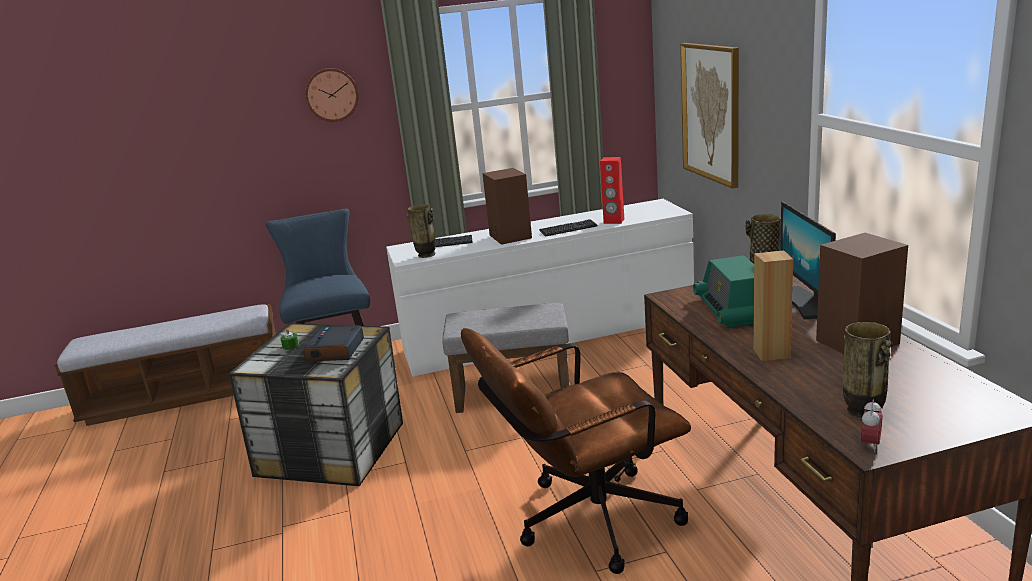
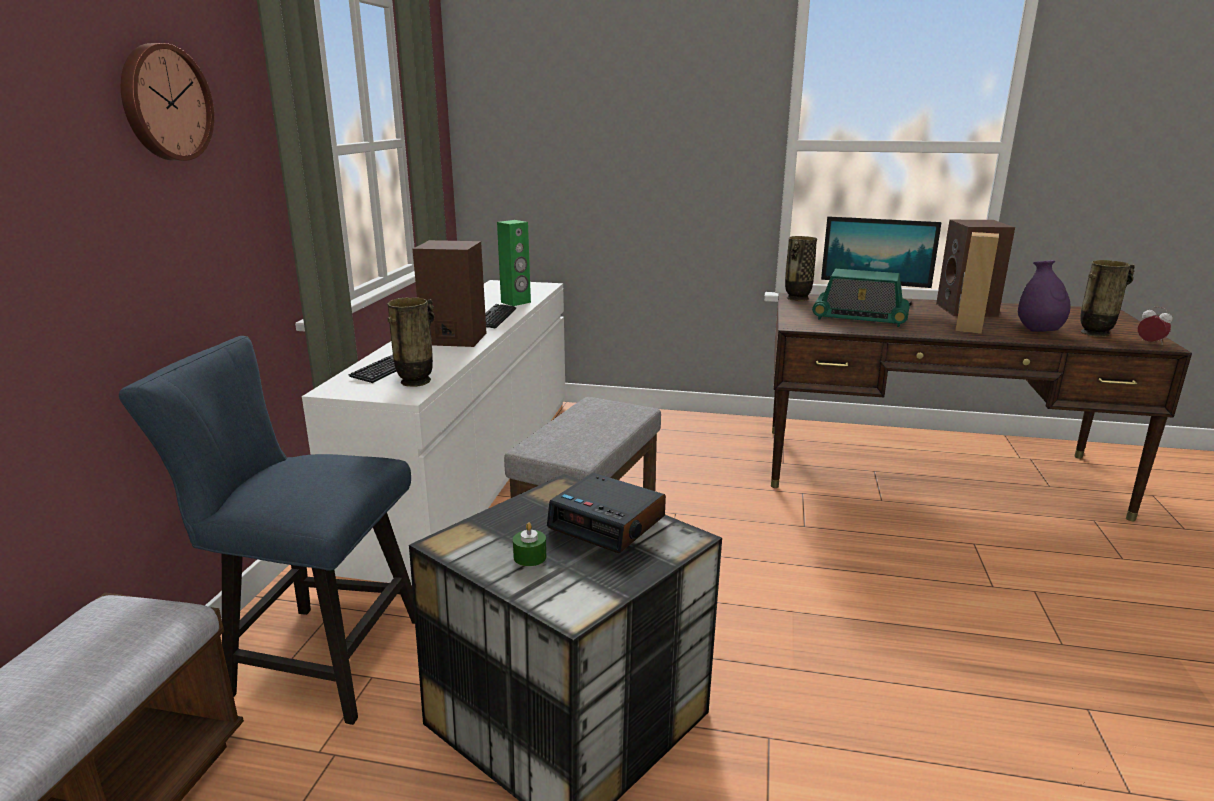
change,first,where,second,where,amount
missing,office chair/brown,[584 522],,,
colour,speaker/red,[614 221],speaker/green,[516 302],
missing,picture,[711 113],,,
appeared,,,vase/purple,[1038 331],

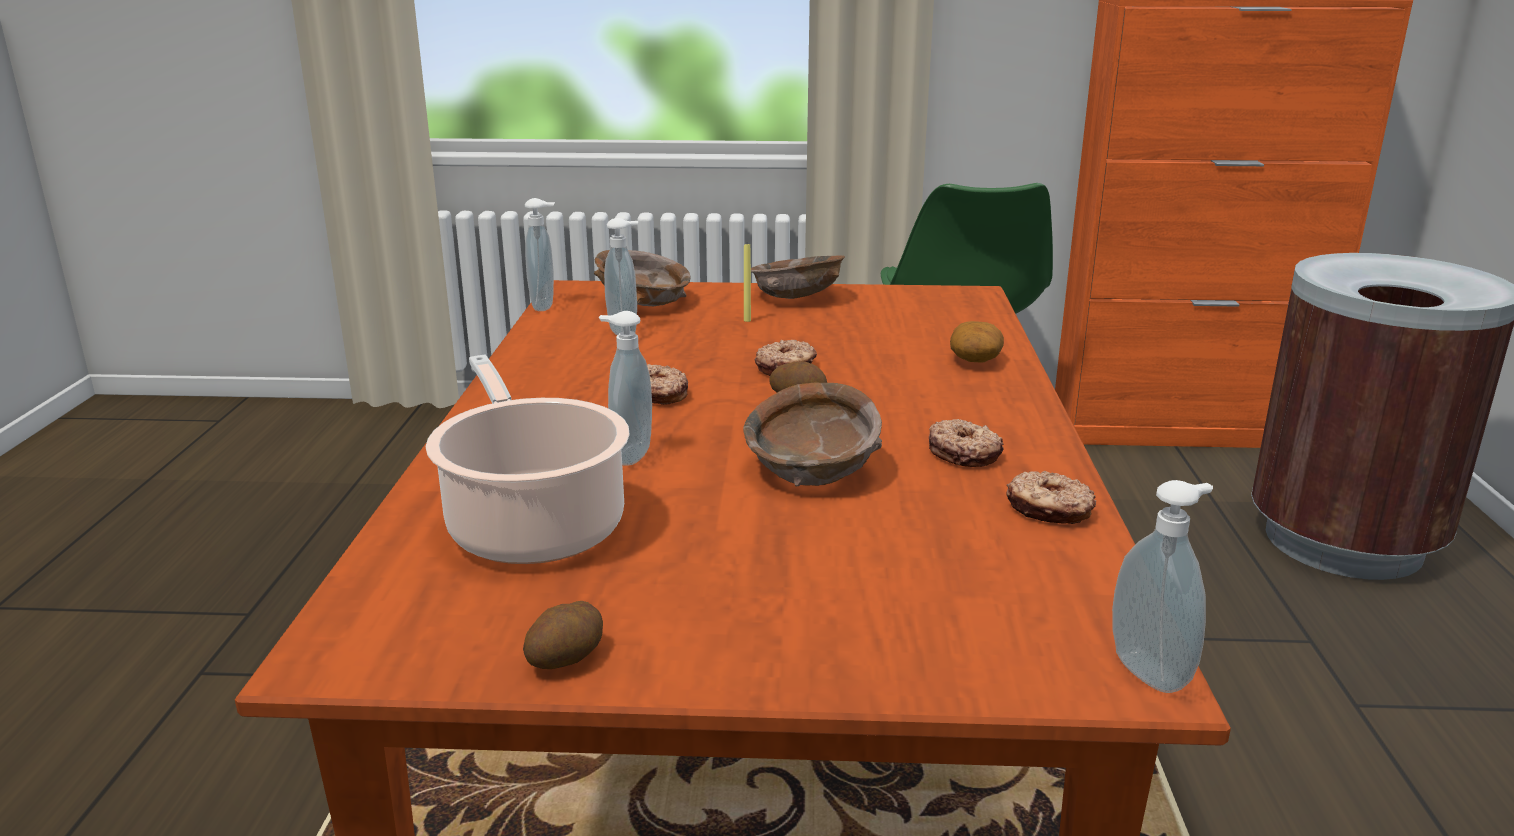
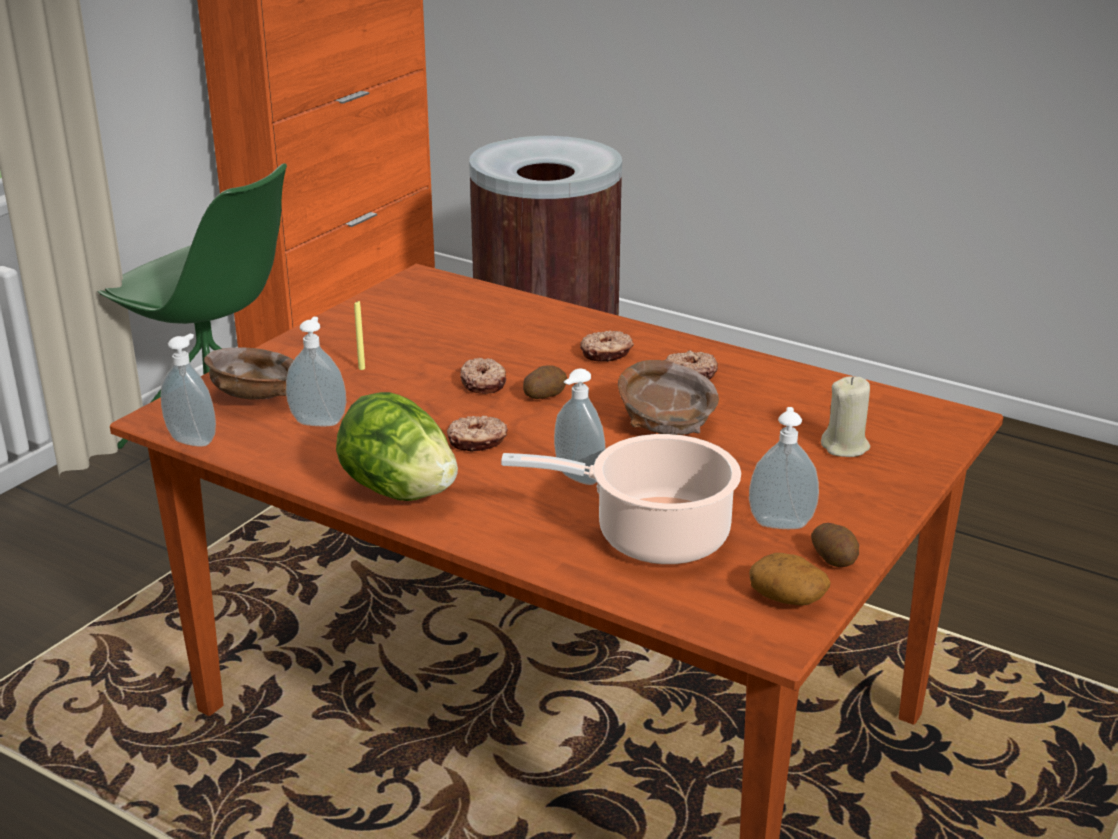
change,first,where,second,where,amount
missing,bowl/brown,[797 298],,,
relocated,potato,[975 360],,[788 597],
relocated,donut,[1049 510],,[606 354],
relocated,soap dispenser,[1152 671],,[781 522],
appeared,,,lettuce,[398 491],
appeared,,,candle/beige,[845 447],

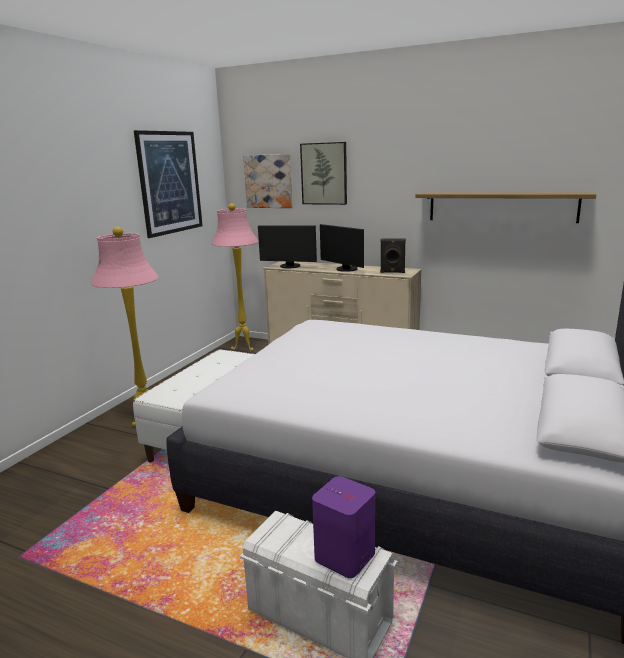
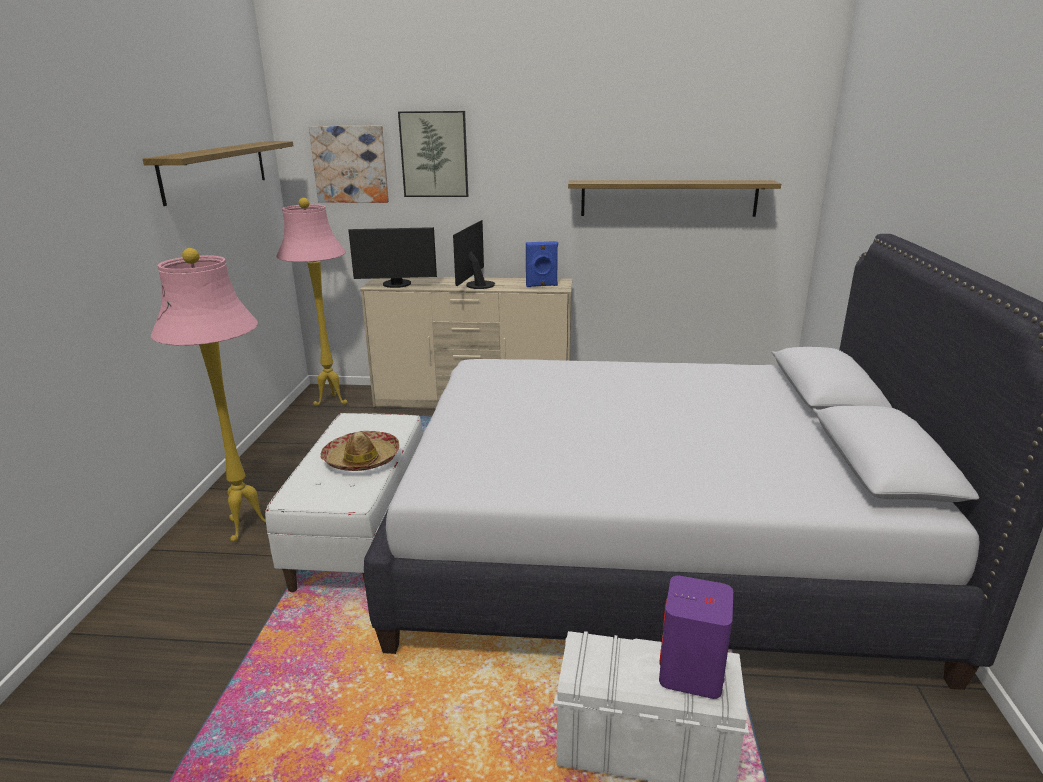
change,first,where,second,where,amount
exchanged,picture,[170 182],shelf,[216 170],
spun,monitor,[345 269],,[477 285],75 degrees clockwise
colour,speaker/black,[392 272],speaker/blue,[541 285],
appeared,,,hat,[362 459],

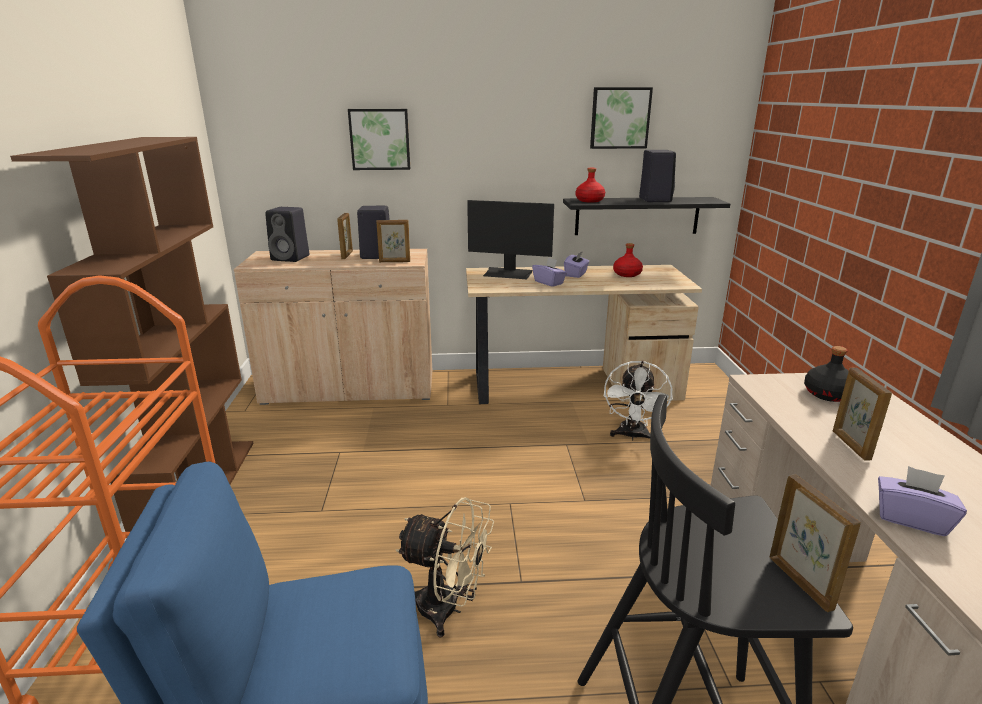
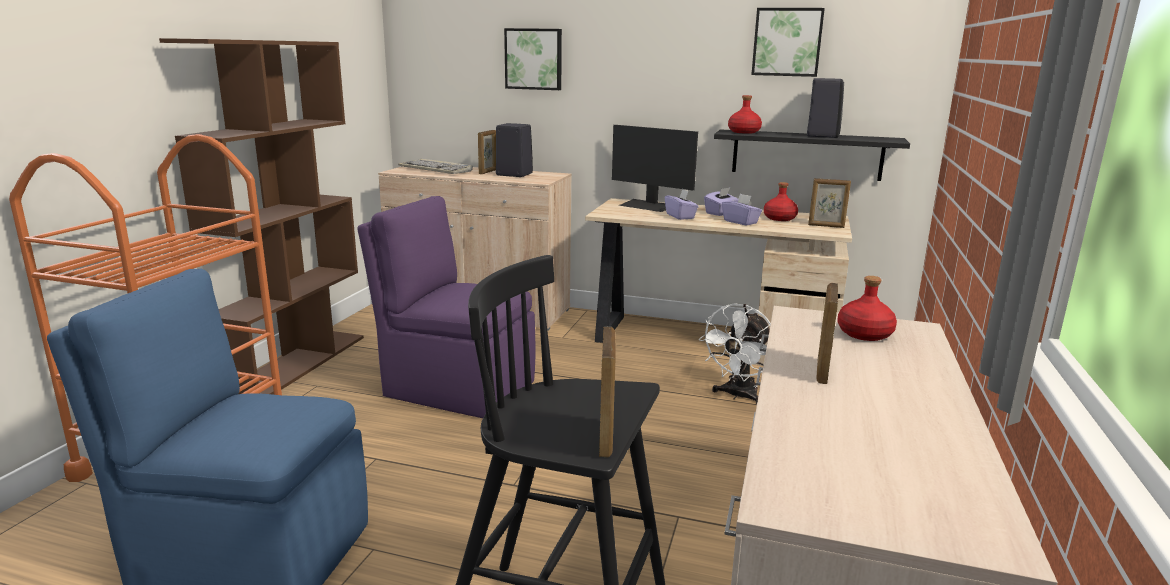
change,first,where,second,where,amount
exchanged,speaker/black,[291 258],keyboard,[436 170],
relocated,picture frame,[394 261],,[826 226],
missing,fan/beige,[448 609],,,
colour,bottle/black,[828 394],bottle/red,[865 334],
relocated,tissue box/purple,[911 518],,[740 222],
appeared,,,chair/purple,[457 388],

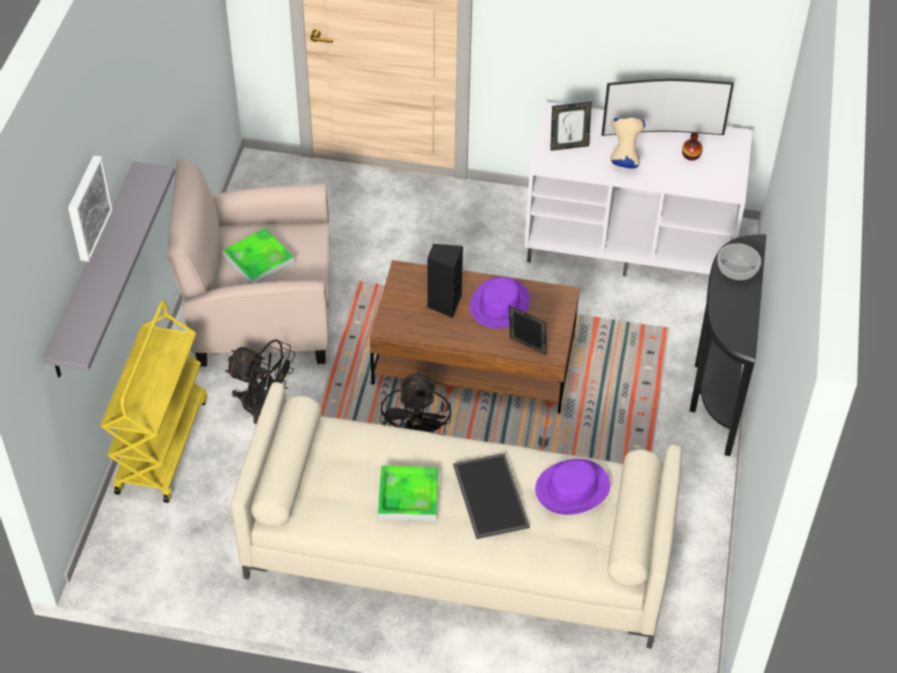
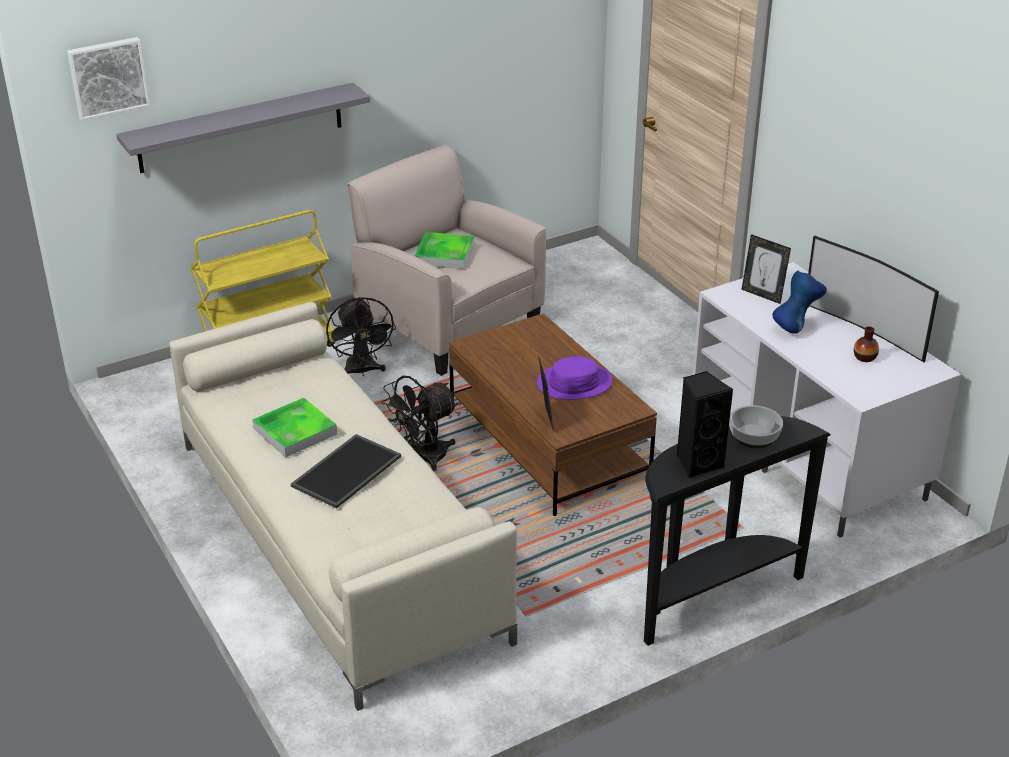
change,first,where,second,where,amount
relocated,picture,[86 208],,[108 77],
relocated,speaker/black,[444 304],,[698 463],
missing,hat/purple,[572 488],,,
colour,vase/beige,[623 159],vase/blue,[796 327],

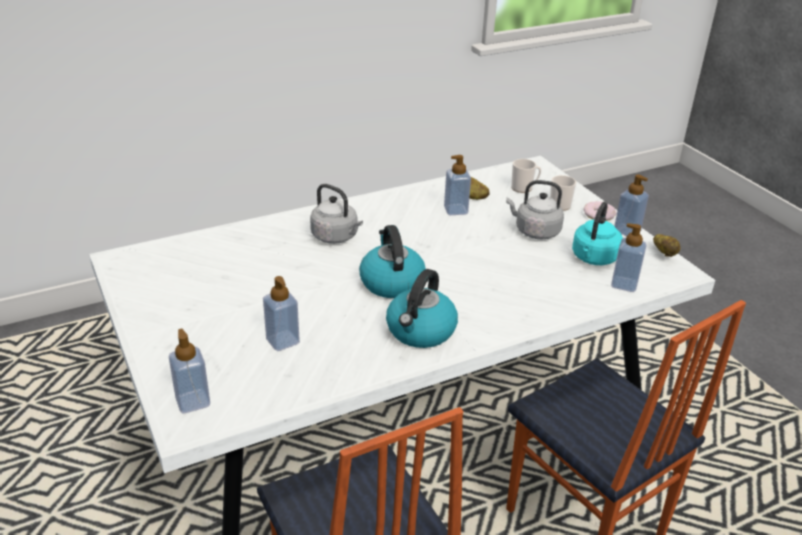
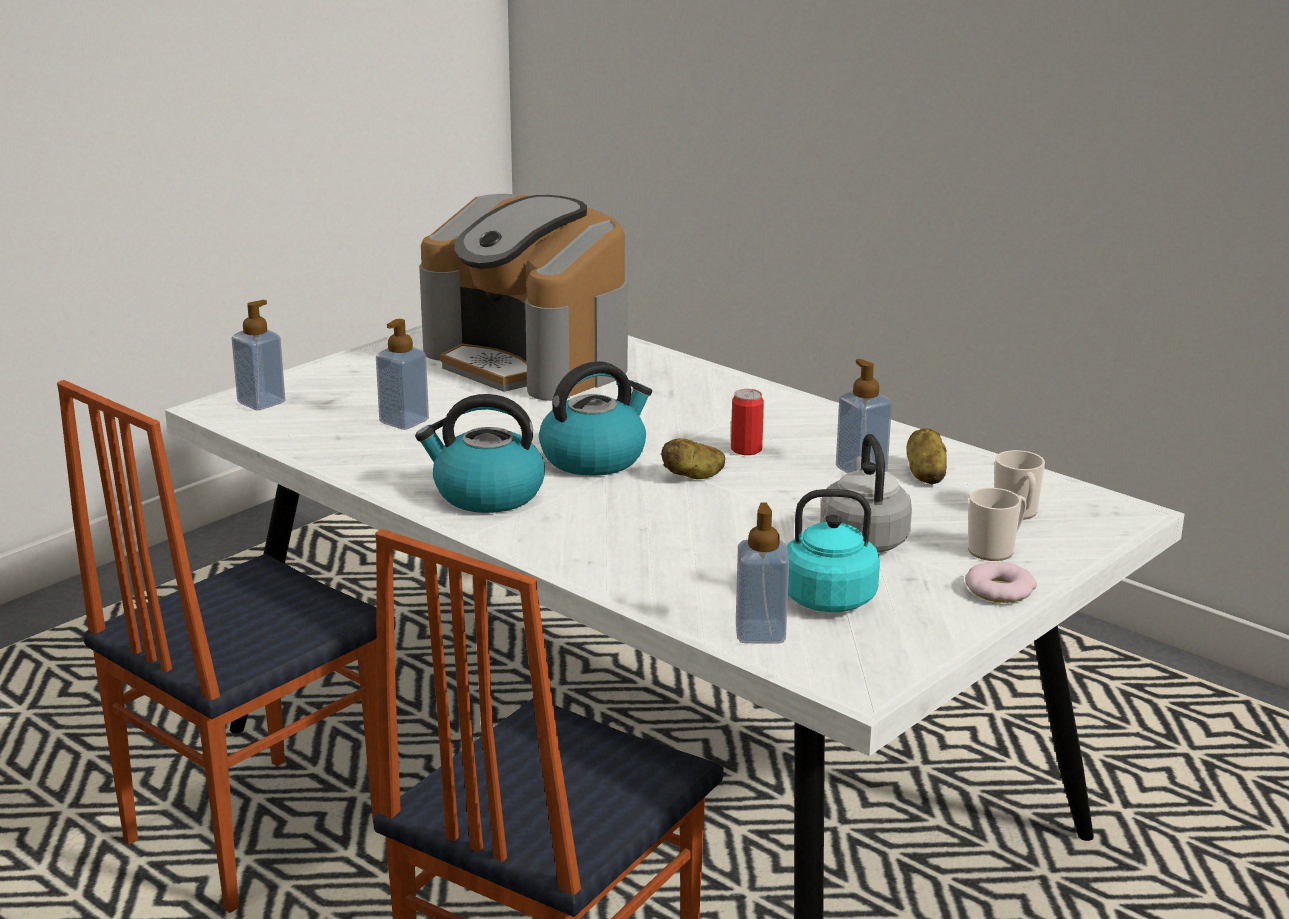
change,first,where,second,where,amount
missing,kettle/grey,[336 237],,,
missing,soap dispenser,[627 231],,,
relocated,potato,[664 253],,[693 476],
appeared,,,coffee machine,[530 360],
appeared,,,can,[746 449],

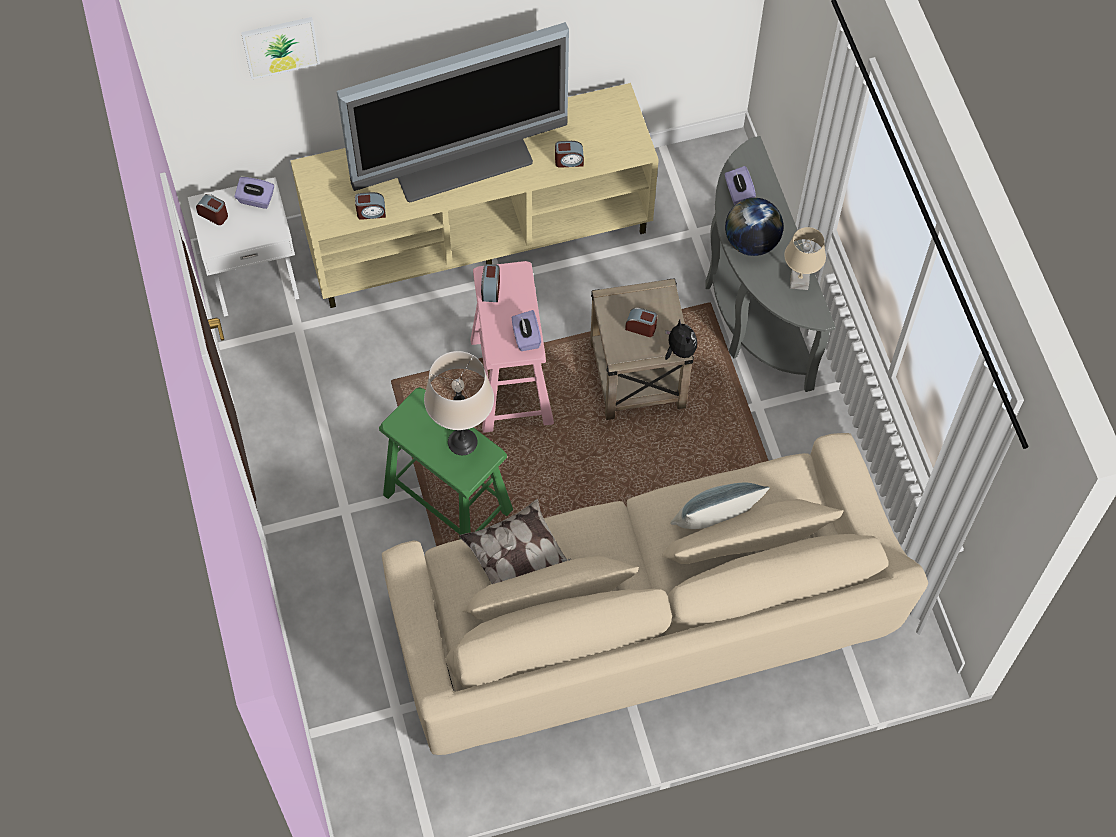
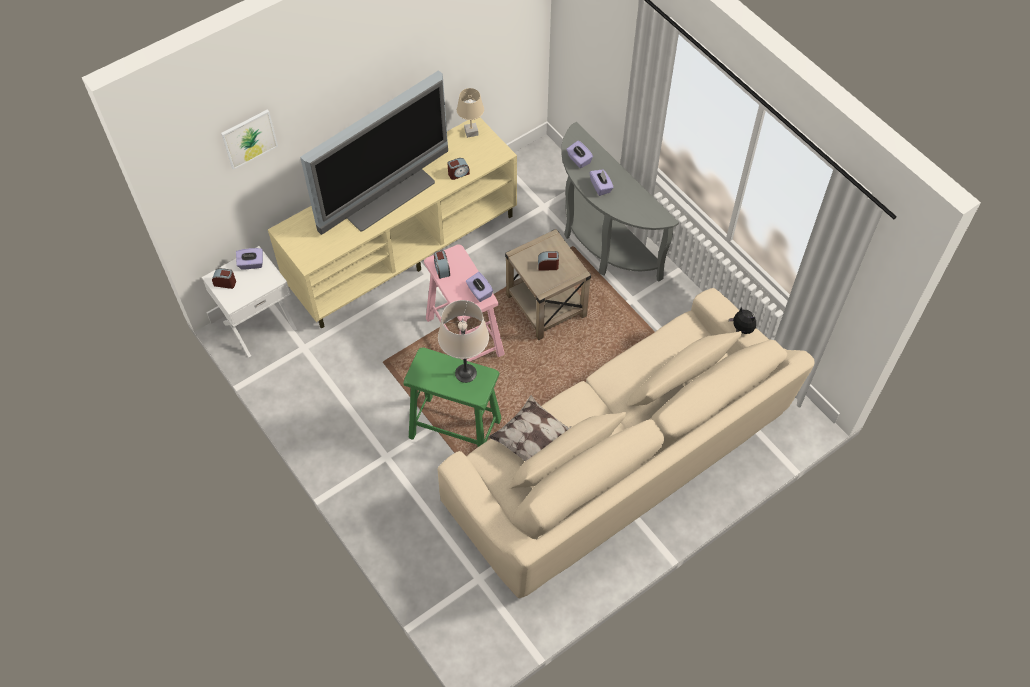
change,first,where,second,where,amount
missing,alarm clock,[371 212],,,
relocated,plush toy,[679 350],,[741 330],
missing,pillow,[715 520],,,
exchanged,globe,[751 242],tissue box/purple,[601 187],
relocated,table lamp/beige,[799 282],,[471 132],

